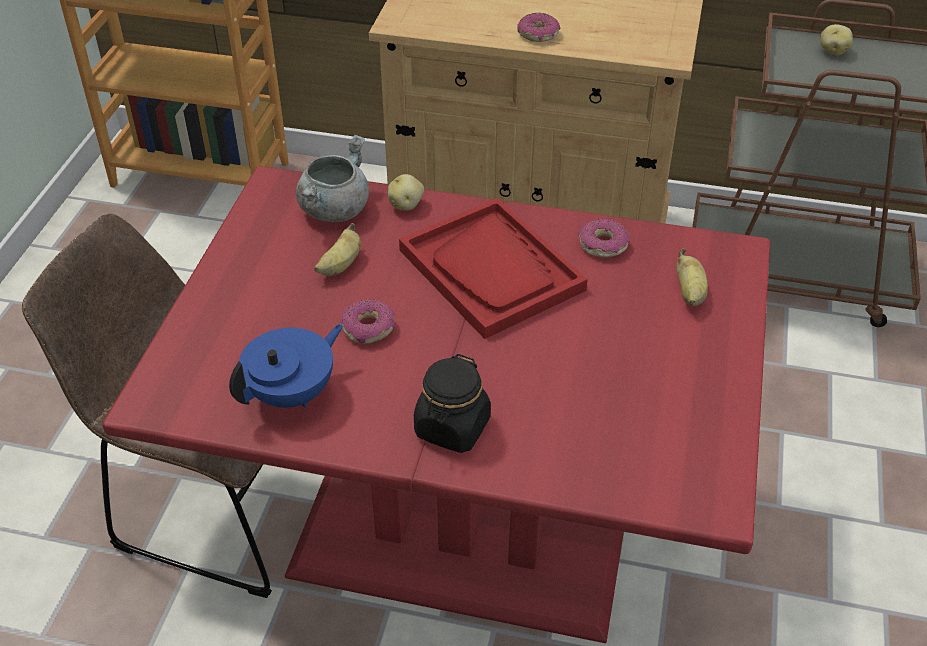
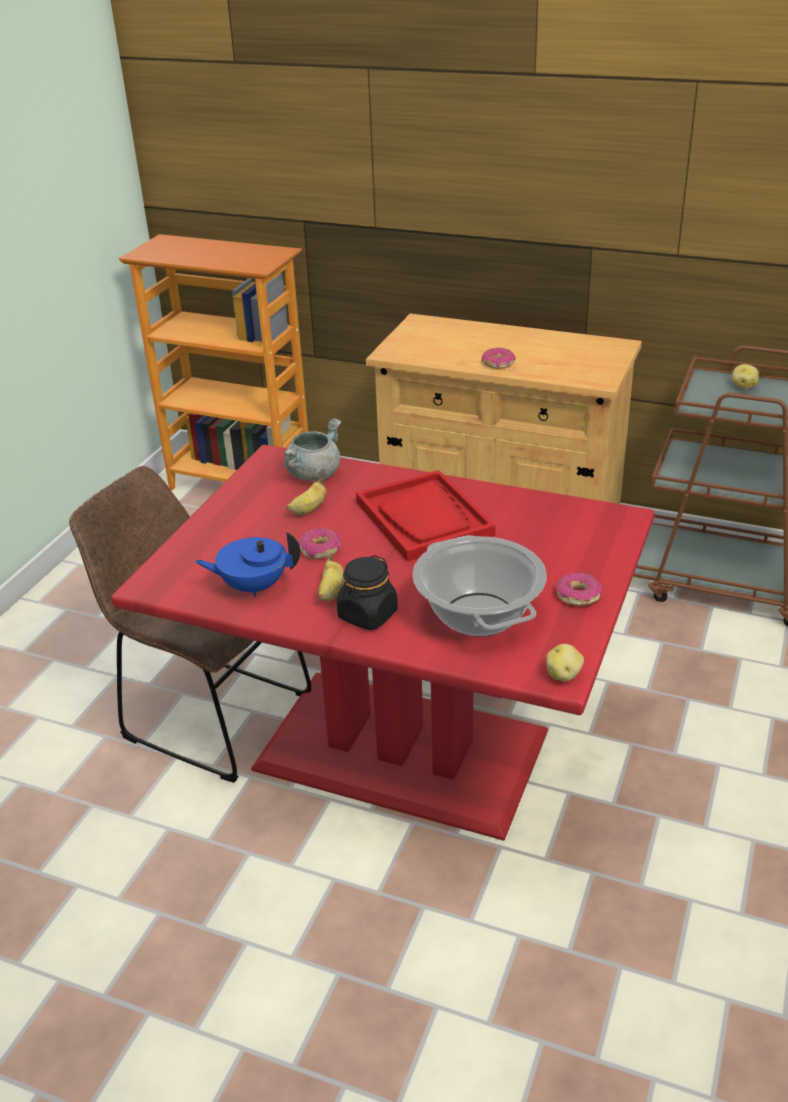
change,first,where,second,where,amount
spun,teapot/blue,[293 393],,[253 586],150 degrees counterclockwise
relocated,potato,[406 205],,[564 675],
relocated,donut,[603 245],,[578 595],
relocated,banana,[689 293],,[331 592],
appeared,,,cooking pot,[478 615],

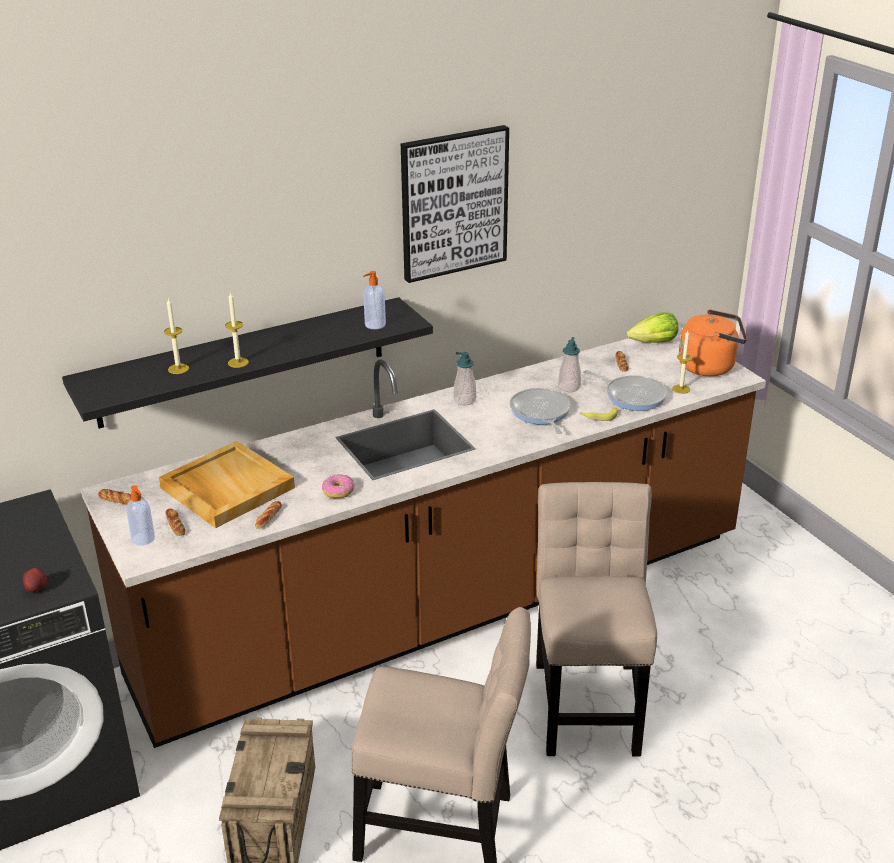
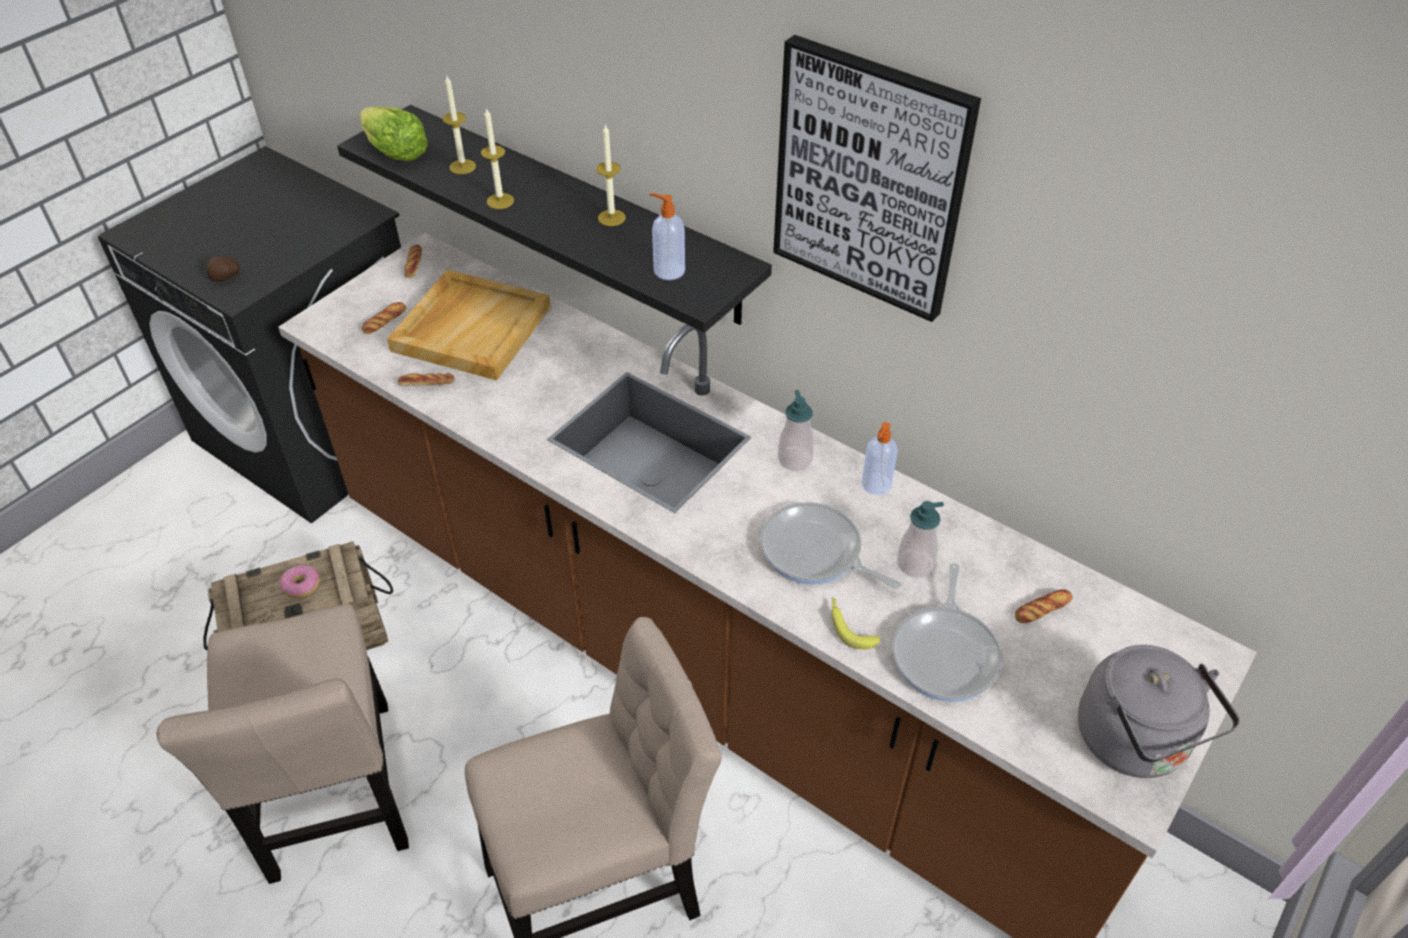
change,first,where,second,where,amount
exchanged,apple,[37 590],potato,[225 277],
relocated,soap dispenser,[143 539],,[876 485],
relocated,donut,[338 491],,[302 585],
spun,frying pan,[540 413],,[815 553],105 degrees counterclockwise
relocated,lettuce,[654 343],,[394 152],
relocated,candle,[681 389],,[611 218],
colour,kettle/orange,[710 366],kettle/grey,[1136 743],

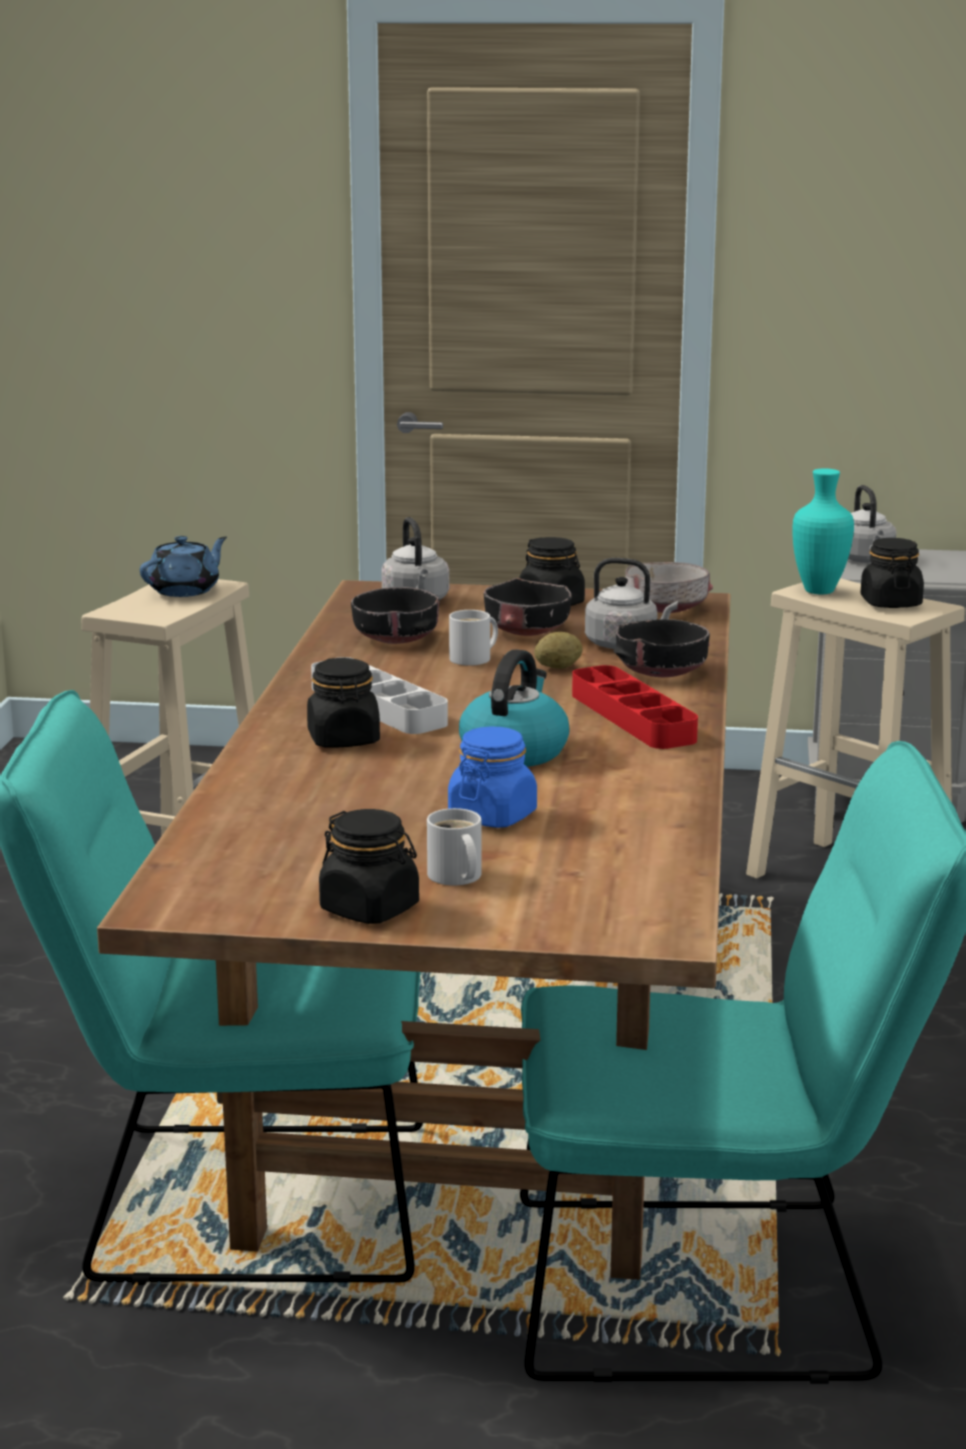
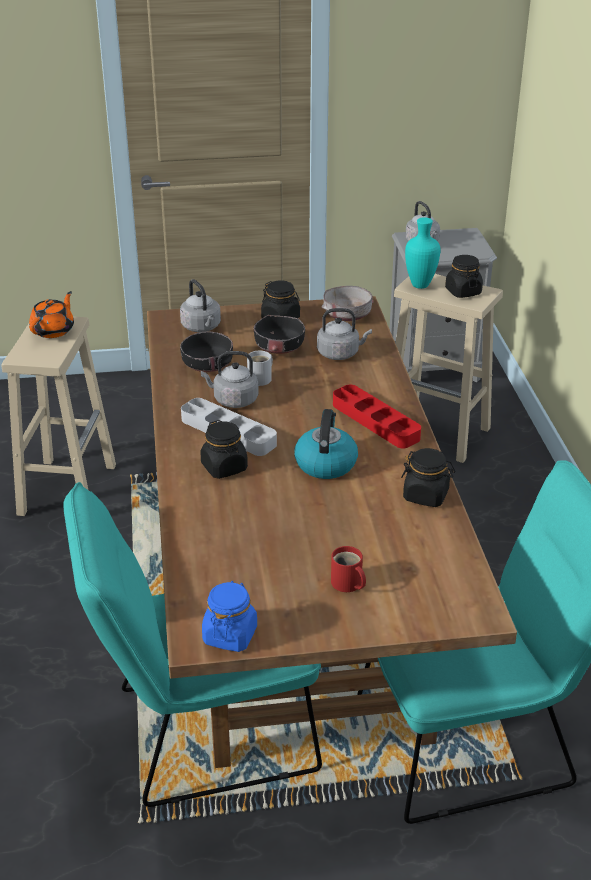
change,first,where,second,where,amount
colour,teapot/blue,[185 590],teapot/orange,[53 330],
relocated,jar/black,[370 909],,[426 495],
colour,mug/white,[454 877],mug/red,[347 584],
relocated,jar/blue,[492 816],,[230 635],
missing,potato,[558 668],,,
missing,bowl/black,[662 672],,,
appeared,,,kettle/grey,[233 400],

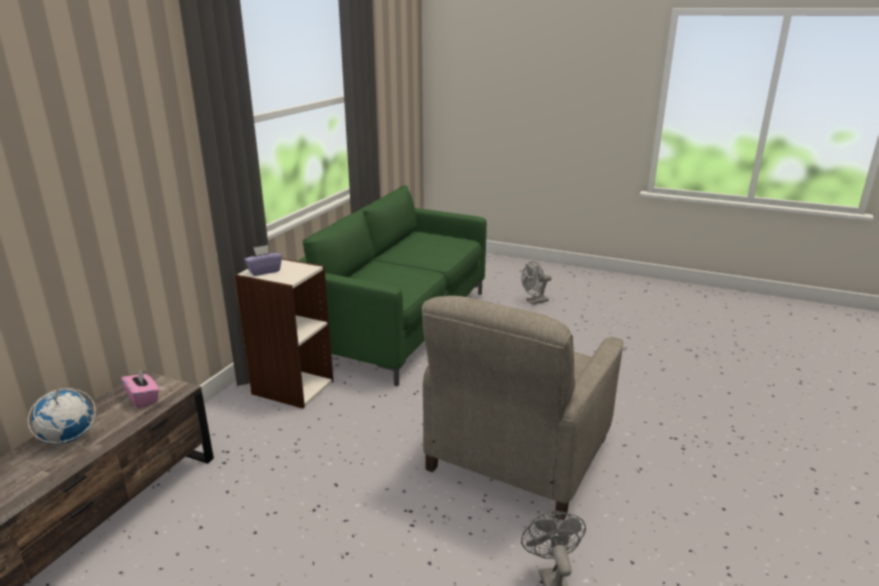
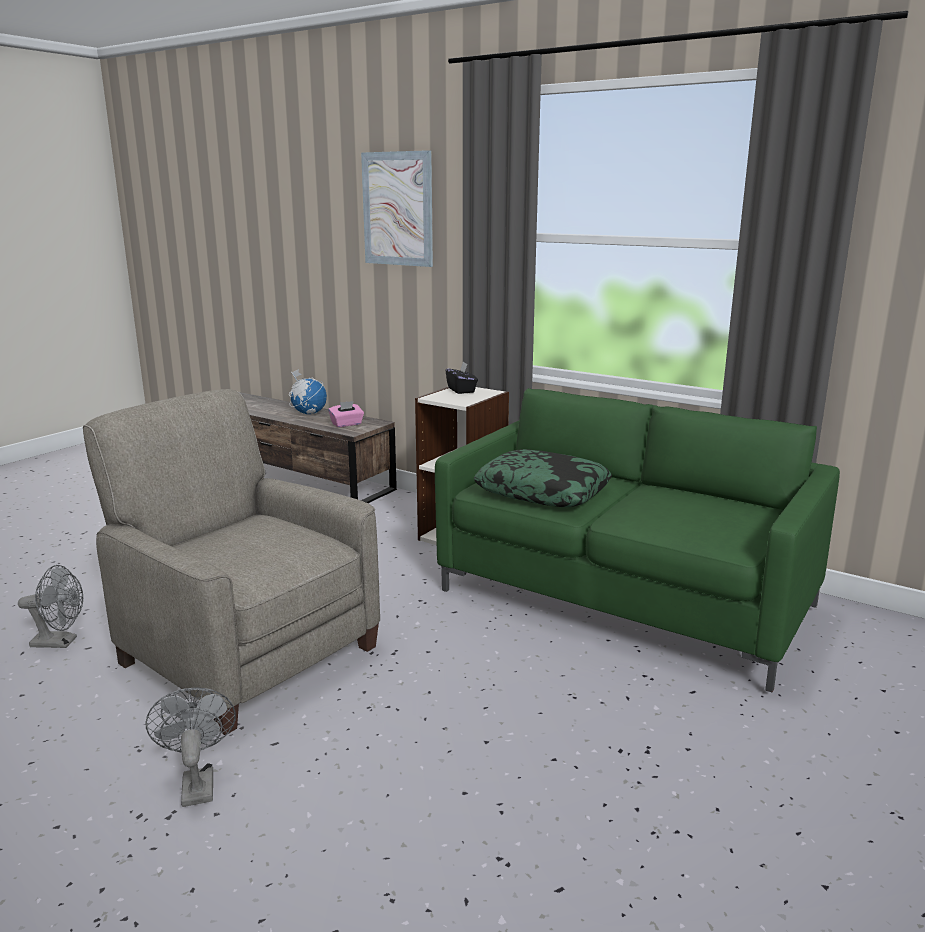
change,first,where,second,where,amount
colour,tissue box/purple,[264 271],tissue box/black,[461 390],
relocated,fan/grey,[534 302],,[197 782],
appeared,,,picture,[397 209],
appeared,,,pillow,[543 491],

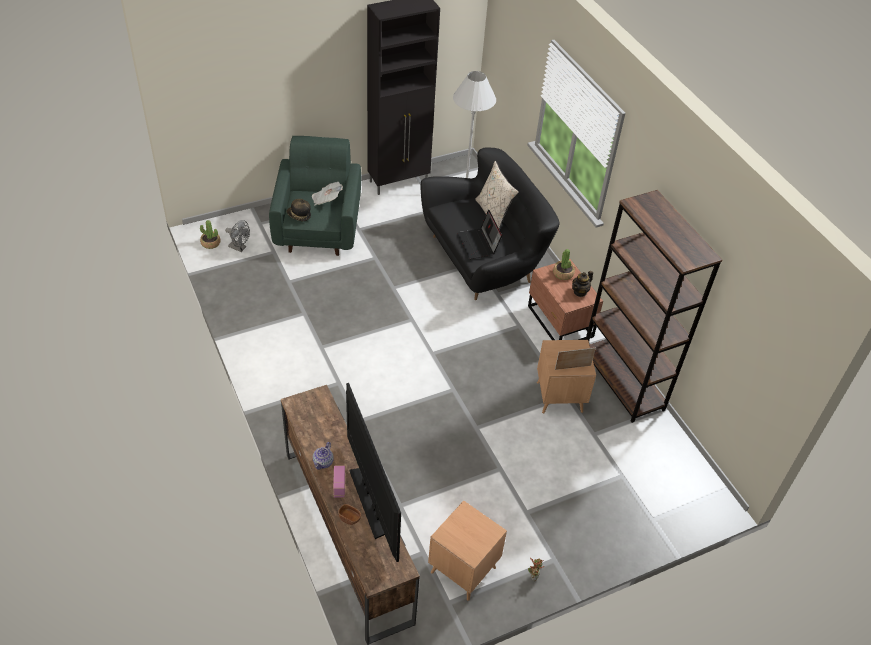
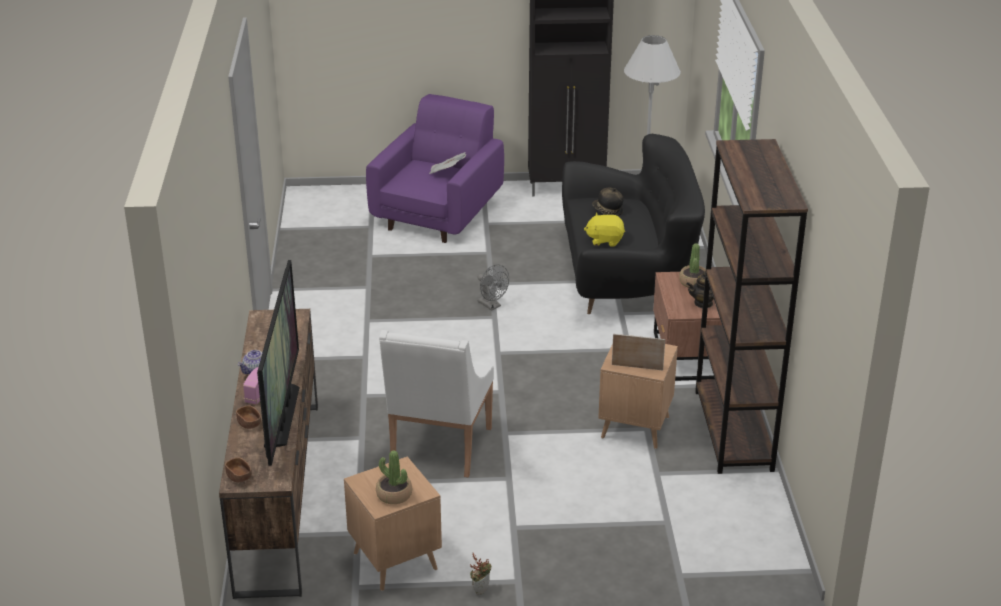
change,first,where,second,where,amount
relocated,potted plant,[210 243],,[394 494],
relocated,fan/grey,[240 248],,[492 305],
colour,armchair/green,[318 227],armchair/purple,[439 214],
relocated,hat,[299 216],,[607 211],
exchanged,laptop,[478 244],plush toy/yellow,[605 240],
missing,pillow/beige,[493 214],,,
appeared,,,bowl/brown,[239 477],
appeared,,,armchair/white,[439 448],

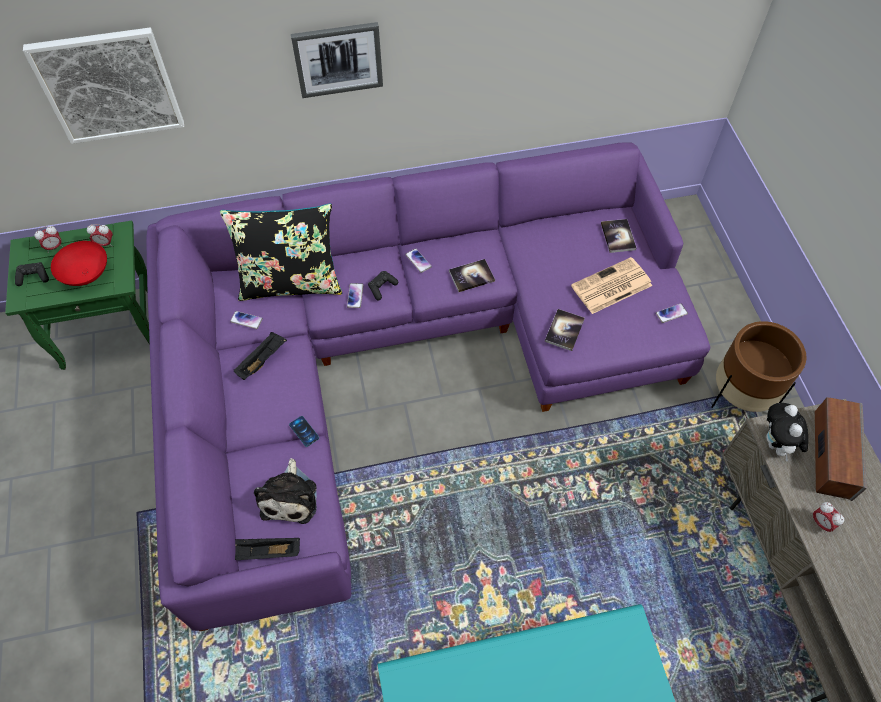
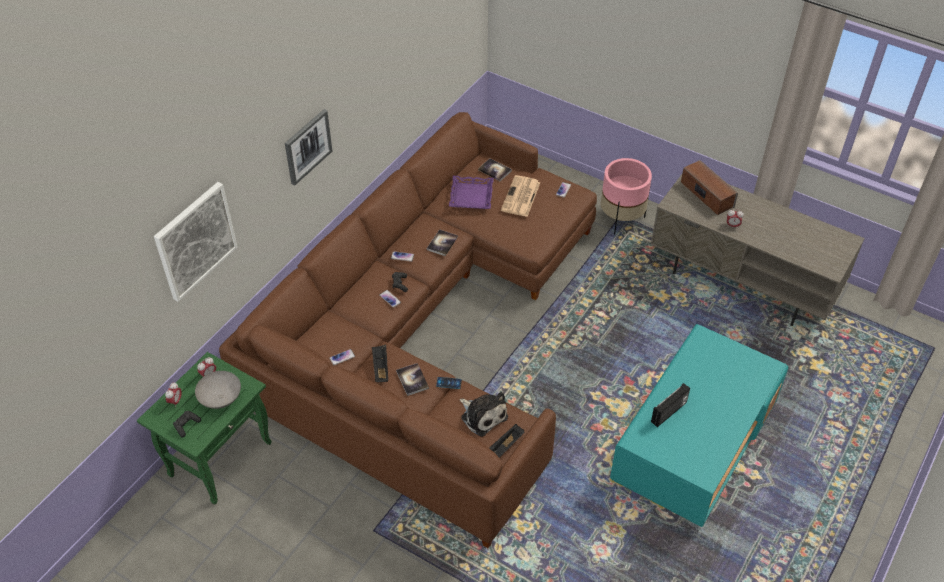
change,first,where,second,where,amount
colour,bowl/red,[86 273],bowl/grey,[220 398],
colour,sofa/purple,[402 357],sofa/brown,[426 332],
missing,pillow/black,[291 283],,,
relocated,book,[564 330],,[412 380],
colour,planter/brown,[740 396],planter/pink,[621 219],
missing,plush toy,[776 445],,,
appeared,,,tray/purple,[471 196],
appeared,,,radio,[669 413],

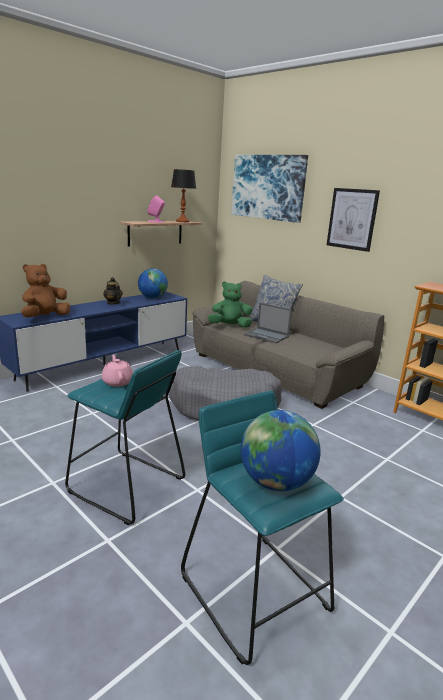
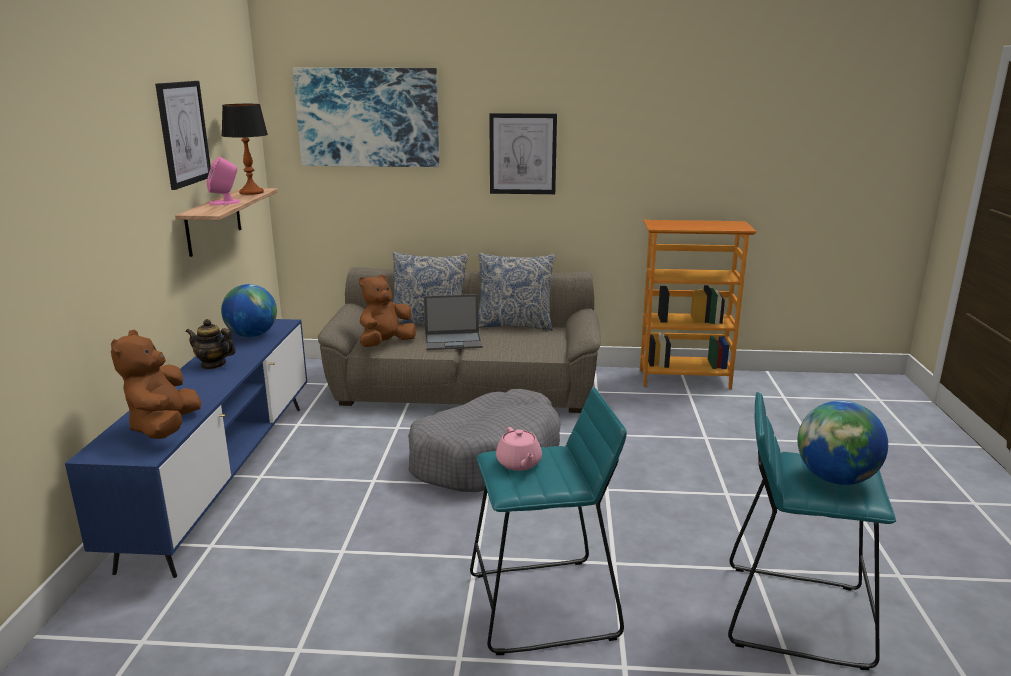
change,first,where,second,where,amount
spun,teapot/pink,[117 381],,[519 463],135 degrees counterclockwise
colour,plush toy/green,[230 326],plush toy/brown,[385 344],
appeared,,,picture,[183 133],
appeared,,,pillow,[514 325],

